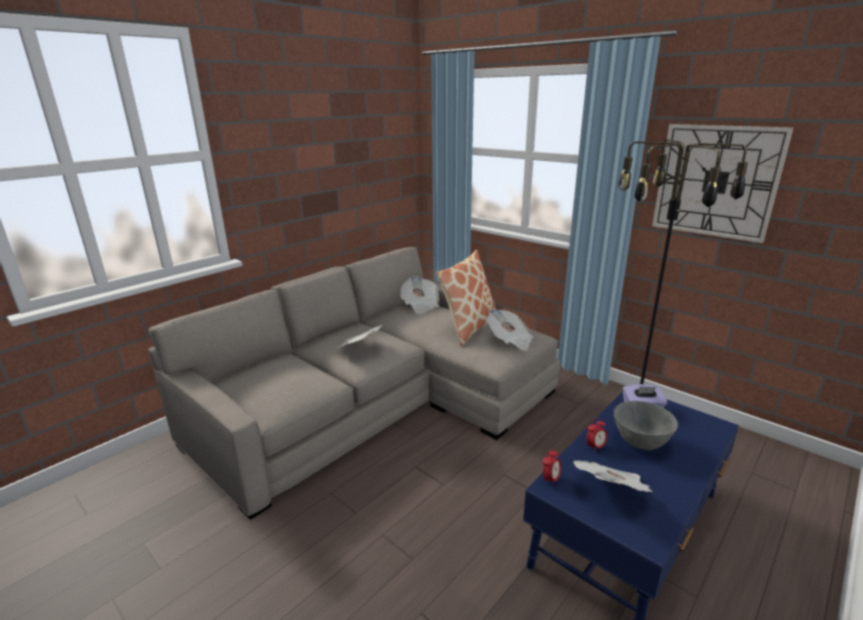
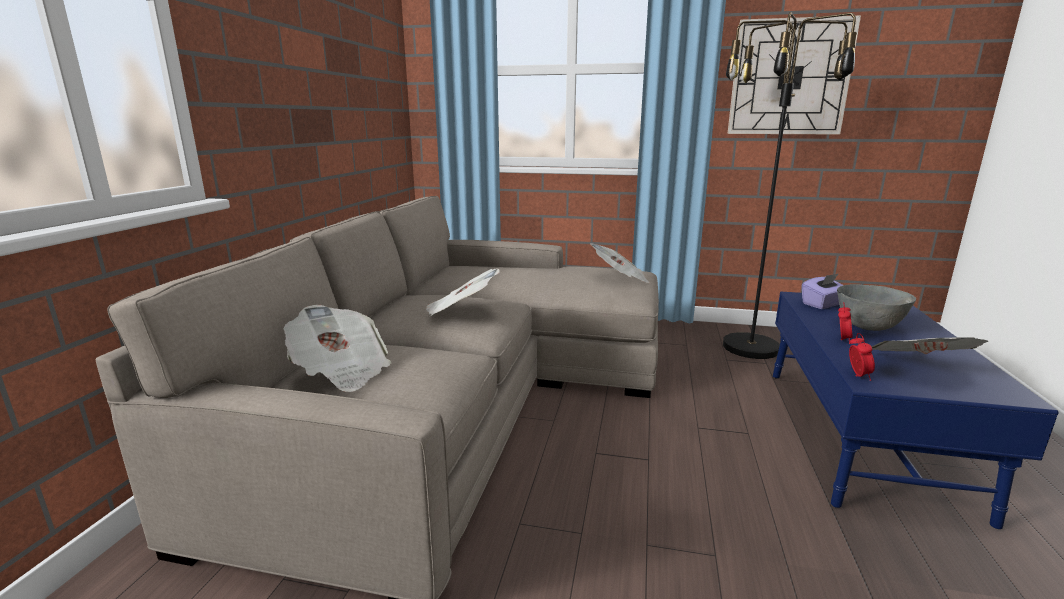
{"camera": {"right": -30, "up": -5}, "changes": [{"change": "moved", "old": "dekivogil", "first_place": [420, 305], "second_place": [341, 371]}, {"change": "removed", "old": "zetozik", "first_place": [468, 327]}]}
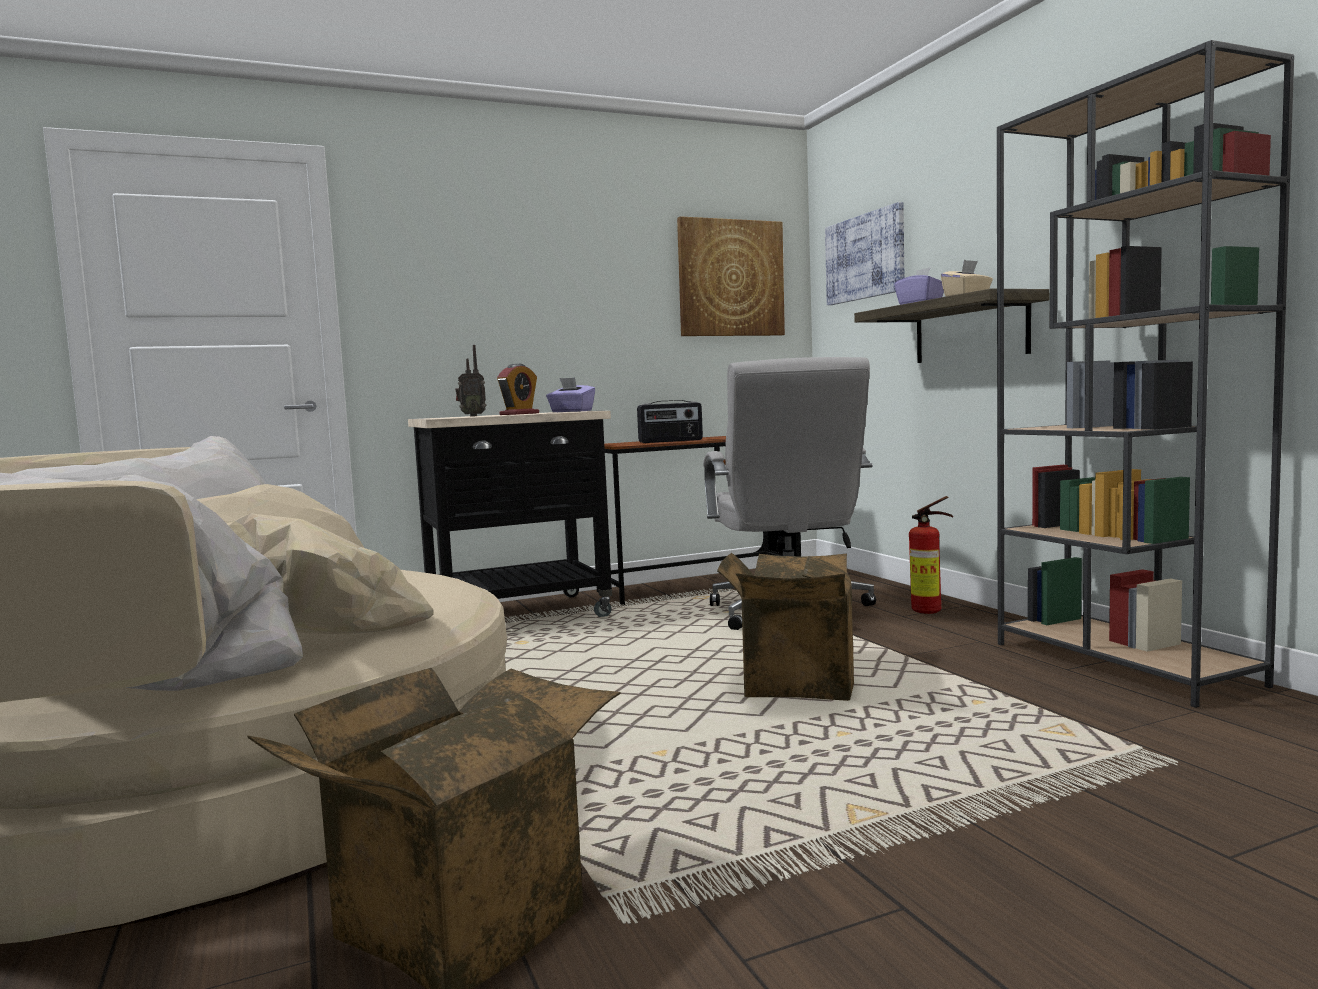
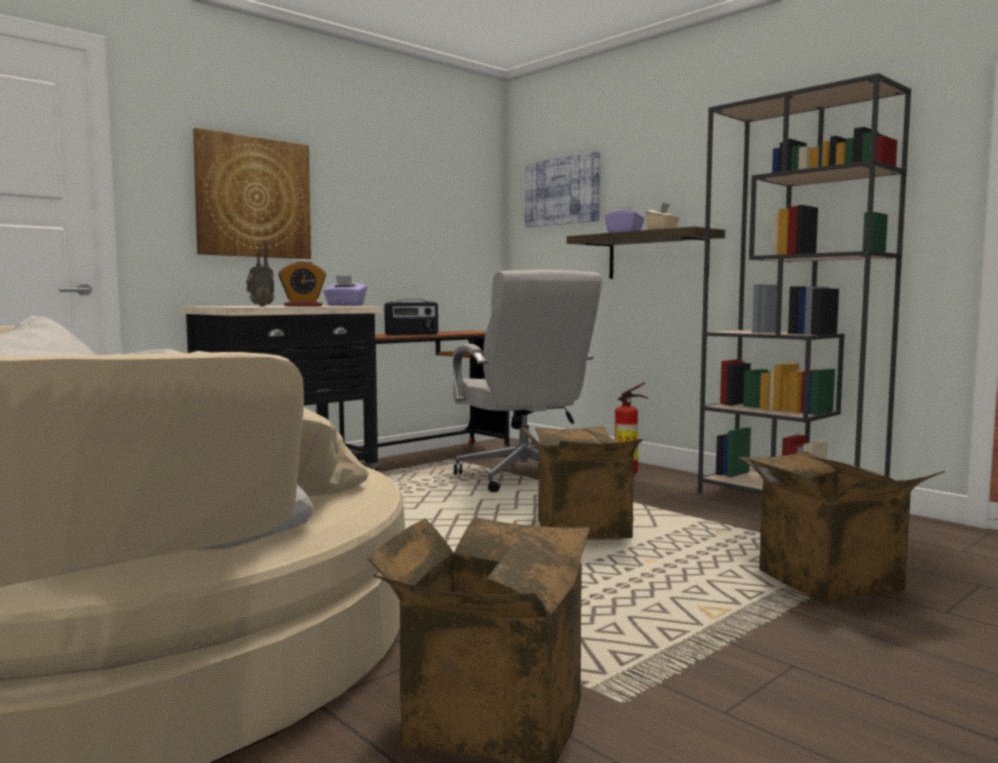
{"camera": {"right": -20, "up": 0}, "changes": [{"change": "turned", "old": "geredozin", "first_place": [519, 414], "second_place": [303, 306], "degrees": 60}, {"change": "moved", "old": "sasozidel", "first_place": [730, 278], "second_place": [253, 197]}, {"change": "added", "new": "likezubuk", "second_place": [822, 580]}]}
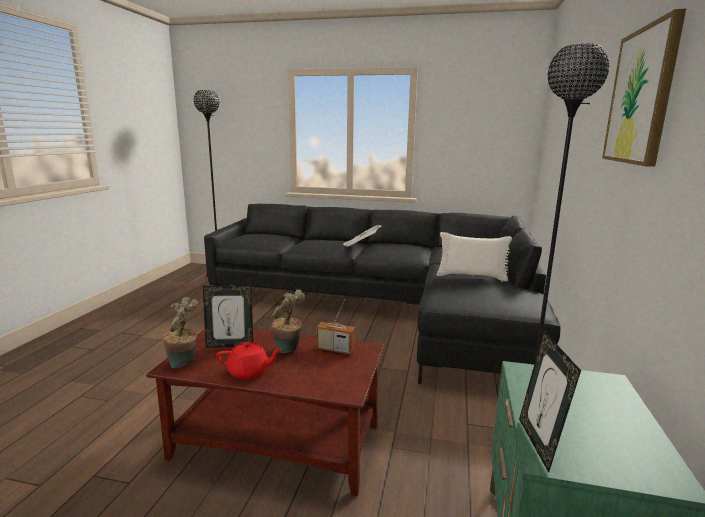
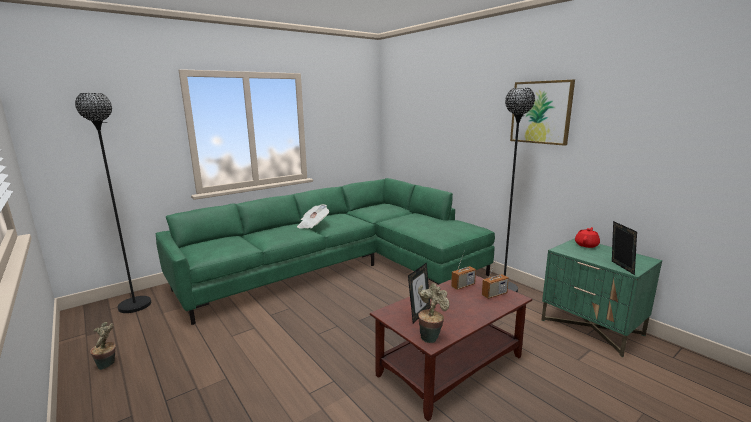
{"camera": {"right": -50, "up": 0}, "changes": [{"change": "recoloured", "old": "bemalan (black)", "new": "bemalan (green)", "first_place": [386, 309], "second_place": [340, 269]}, {"change": "moved", "old": "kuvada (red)", "first_place": [249, 371], "second_place": [586, 245]}, {"change": "moved", "old": "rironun", "first_place": [288, 350], "second_place": [108, 365]}, {"change": "removed", "old": "zetozik (white)", "first_place": [471, 277]}, {"change": "turned", "old": "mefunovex", "first_place": [539, 444], "second_place": [620, 268], "degrees": -135}, {"change": "added", "new": "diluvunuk", "second_place": [494, 294]}]}
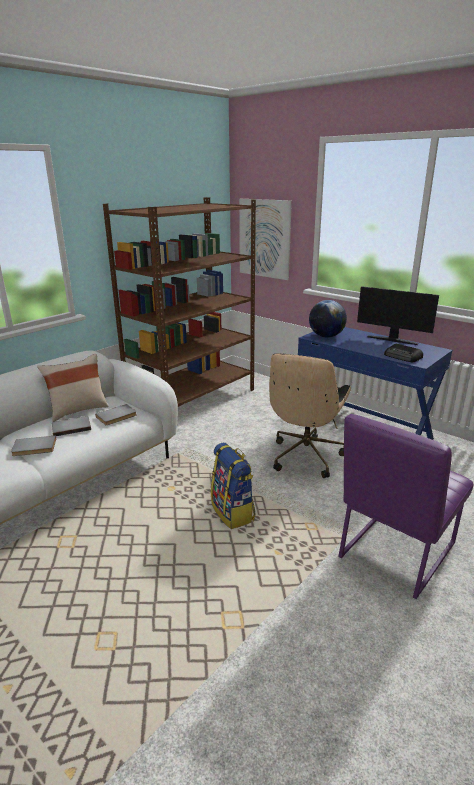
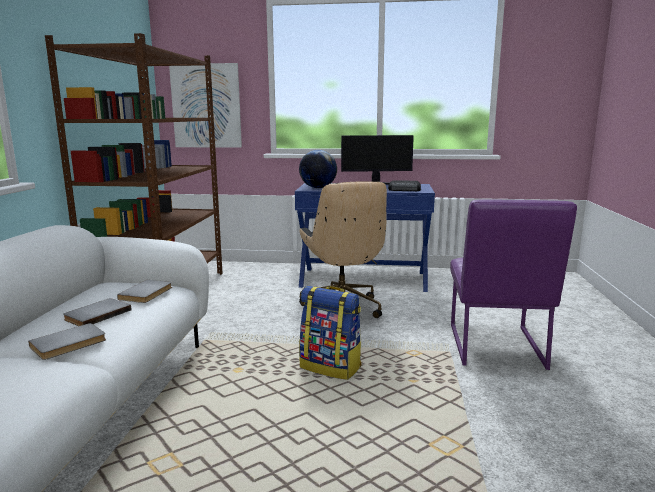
{"camera": {"right": -35, "up": -10}, "changes": [{"change": "removed", "old": "zetozik (beige)", "first_place": [78, 410]}]}
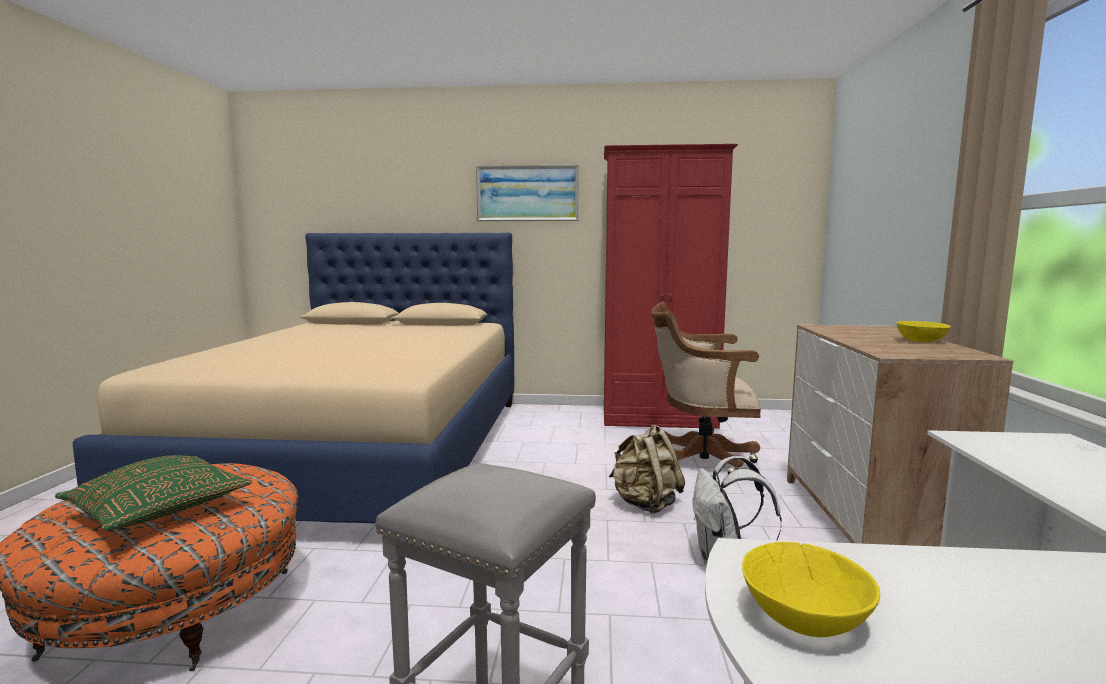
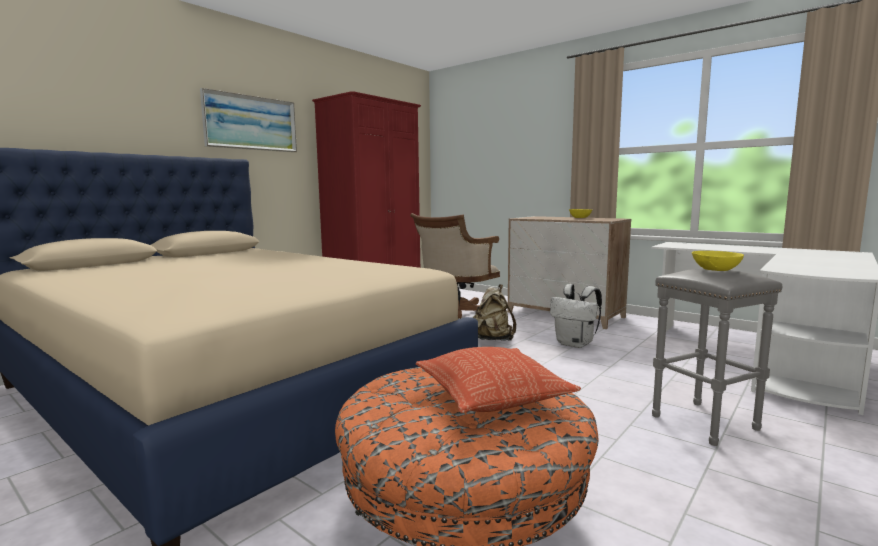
{"camera": {"right": -55, "up": 0}, "changes": [{"change": "recoloured", "old": "zetozik (green)", "new": "zetozik (orange)", "first_place": [158, 511], "second_place": [492, 397]}, {"change": "moved", "old": "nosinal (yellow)", "first_place": [805, 617], "second_place": [715, 269]}]}
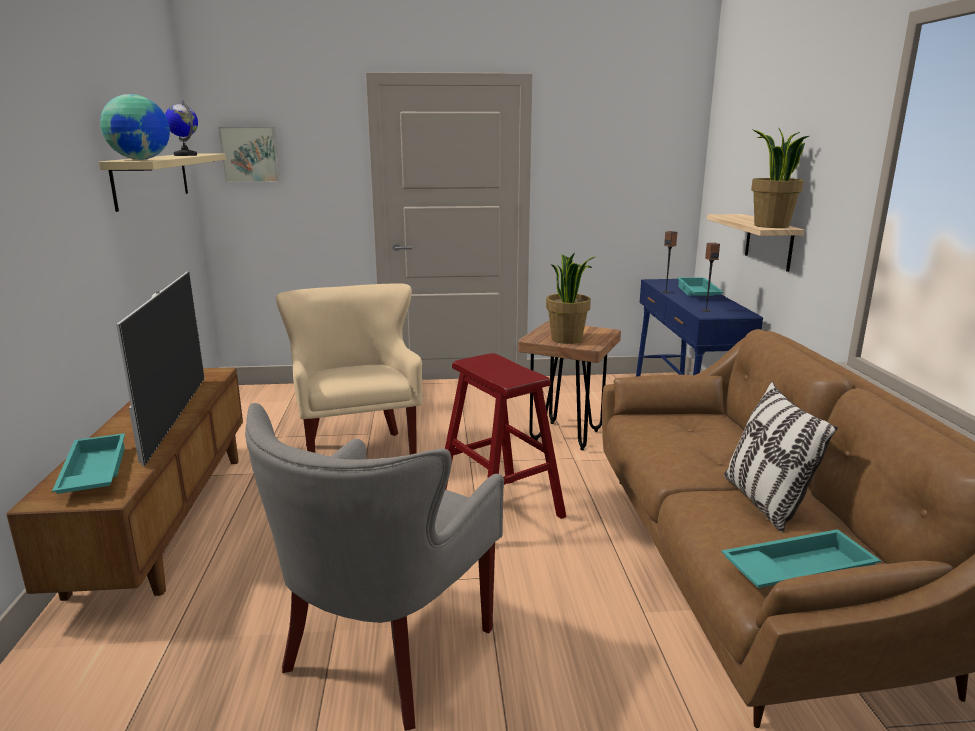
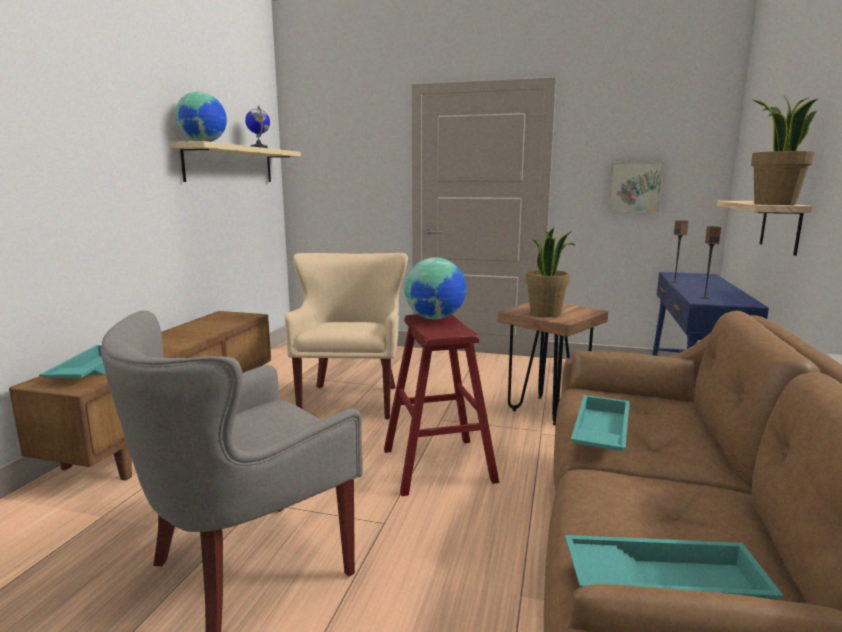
{"camera": {"right": 20, "up": -5}, "changes": [{"change": "removed", "old": "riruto", "first_place": [176, 417]}, {"change": "moved", "old": "sasozidel", "first_place": [250, 154], "second_place": [634, 187]}, {"change": "moved", "old": "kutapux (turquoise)", "first_place": [697, 293], "second_place": [599, 432]}, {"change": "removed", "old": "zetozik", "first_place": [764, 502]}, {"change": "added", "new": "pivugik", "second_place": [435, 318]}]}
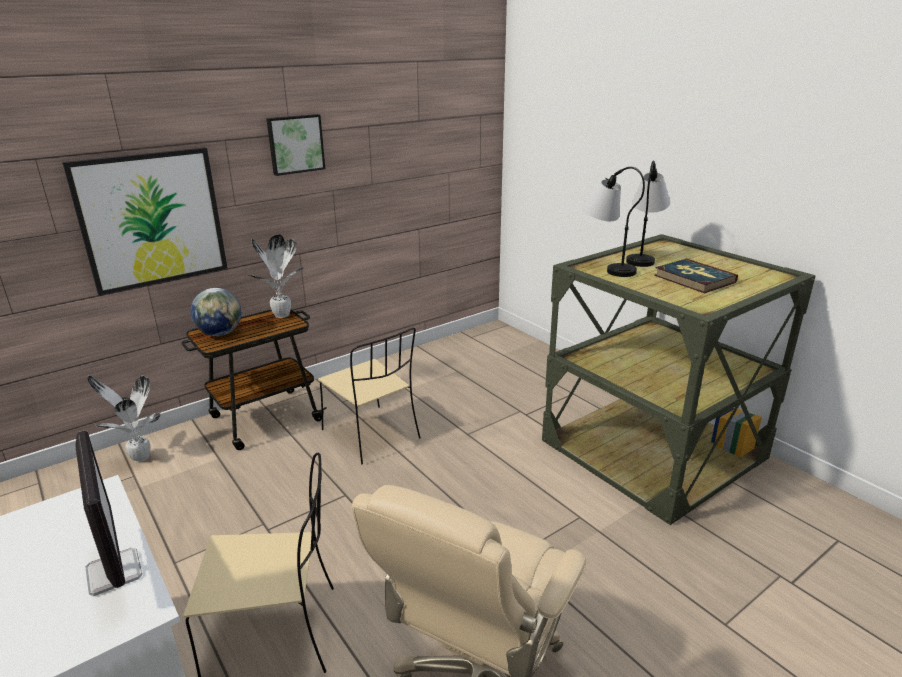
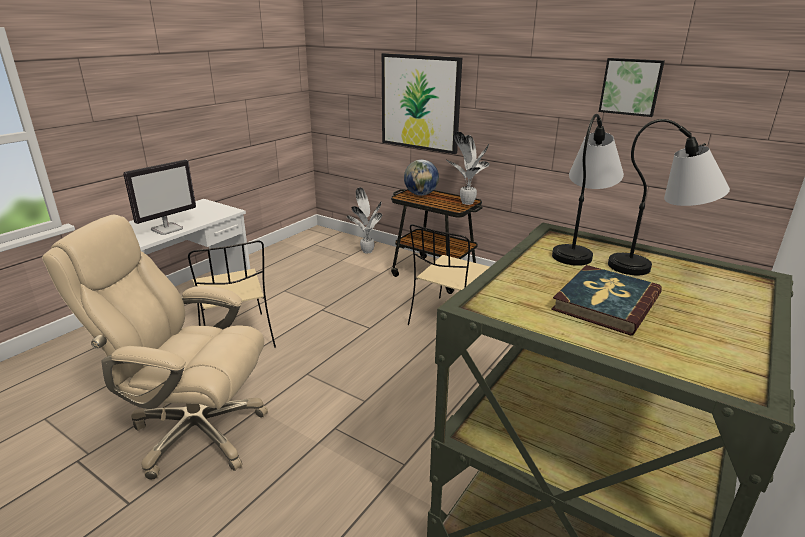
{"camera": {"right": 70, "up": 0}, "changes": [{"change": "moved", "old": "sasozidel", "first_place": [295, 144], "second_place": [631, 86]}]}
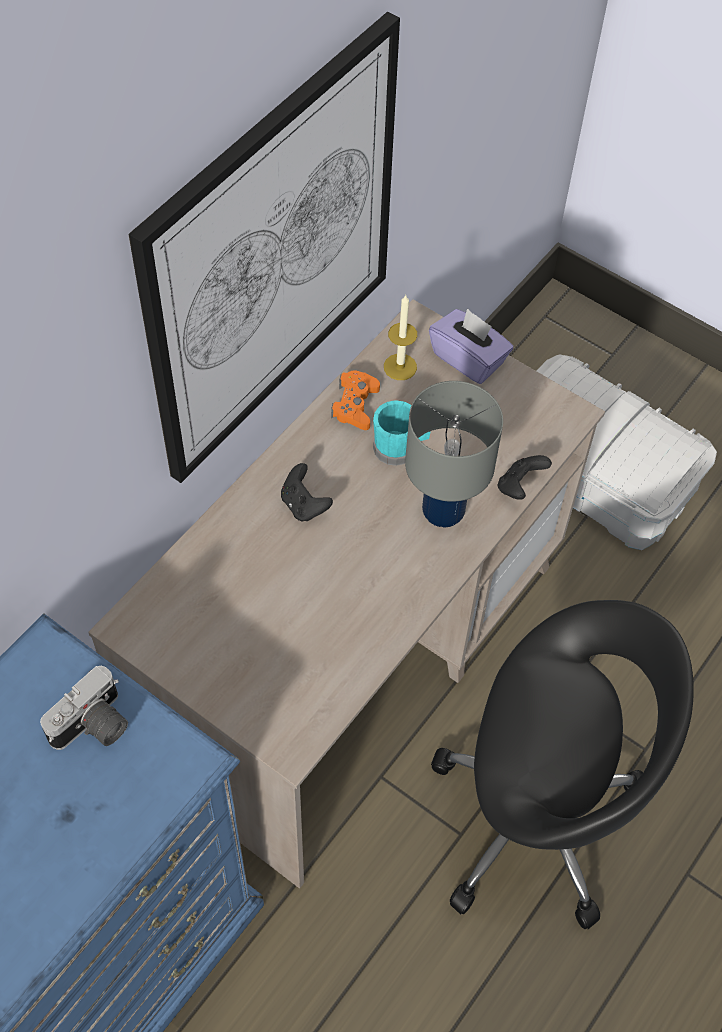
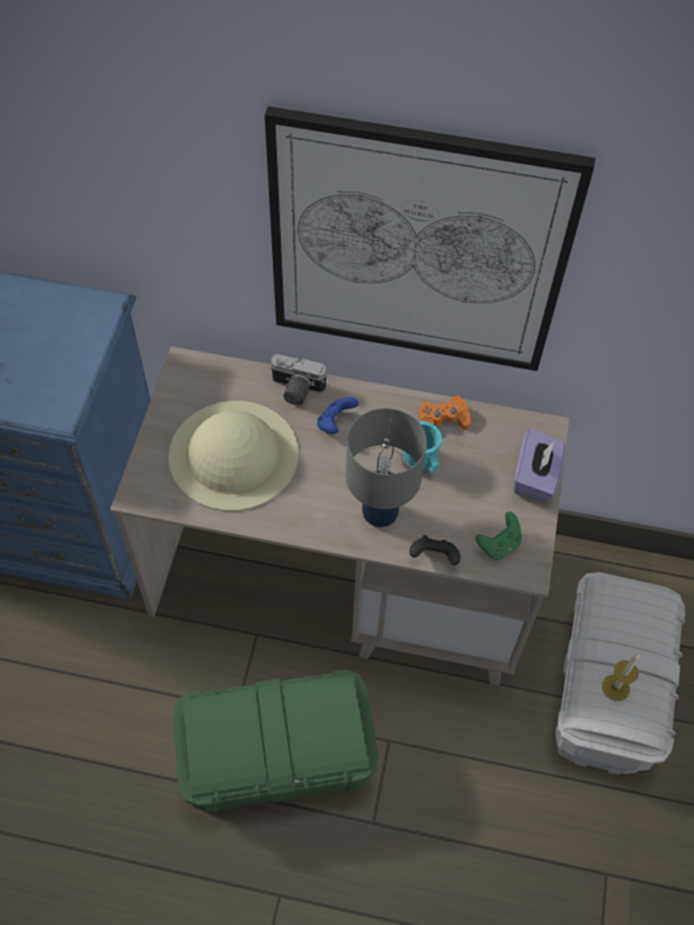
{"camera": {"right": 65, "up": 0}, "changes": [{"change": "moved", "old": "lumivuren", "first_place": [93, 727], "second_place": [295, 390]}, {"change": "recoloured", "old": "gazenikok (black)", "new": "gazenikok (blue)", "first_place": [304, 505], "second_place": [335, 423]}, {"change": "moved", "old": "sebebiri", "first_place": [400, 367], "second_place": [615, 687]}, {"change": "replaced", "old": "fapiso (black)", "new": "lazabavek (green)", "first_place": [539, 815], "second_place": [277, 759]}, {"change": "added", "new": "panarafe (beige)", "second_place": [233, 455]}, {"change": "added", "new": "gazenikok (green)", "second_place": [499, 545]}]}
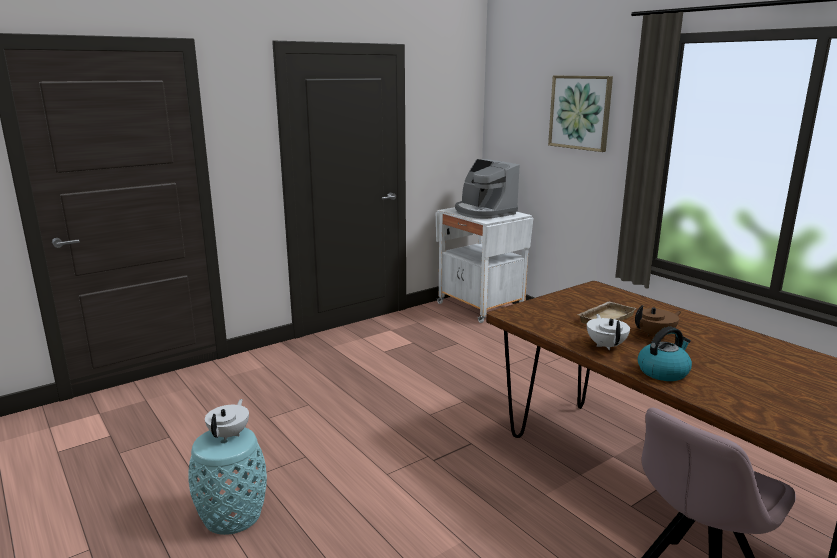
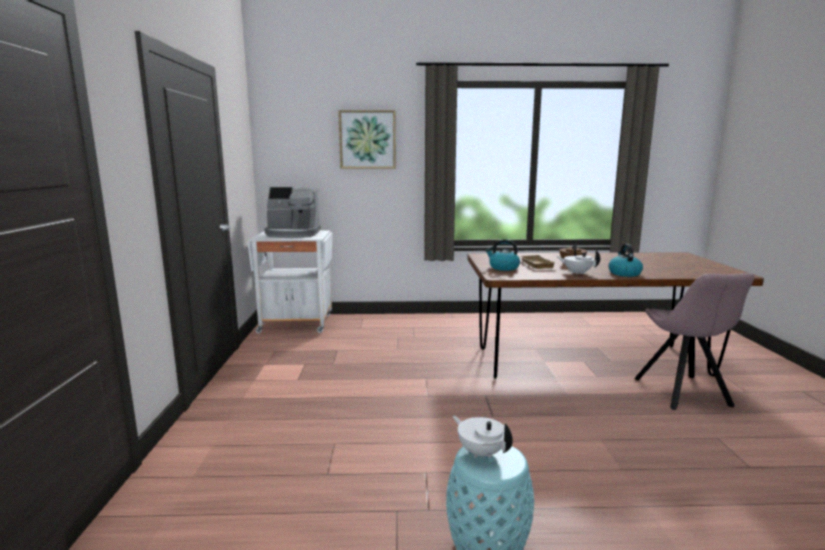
{"camera": {"right": -55, "up": -5}, "changes": [{"change": "added", "new": "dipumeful", "second_place": [503, 268]}]}
